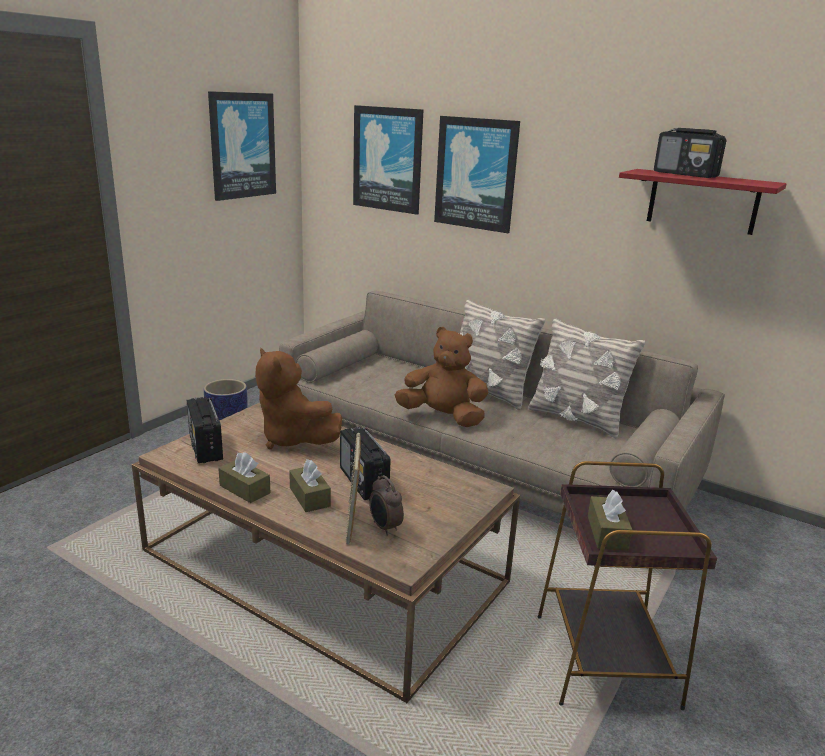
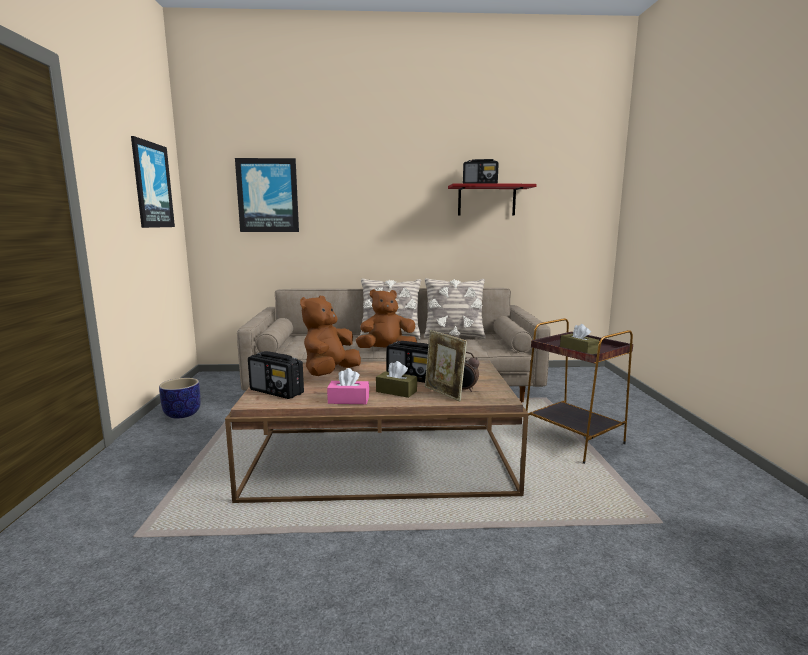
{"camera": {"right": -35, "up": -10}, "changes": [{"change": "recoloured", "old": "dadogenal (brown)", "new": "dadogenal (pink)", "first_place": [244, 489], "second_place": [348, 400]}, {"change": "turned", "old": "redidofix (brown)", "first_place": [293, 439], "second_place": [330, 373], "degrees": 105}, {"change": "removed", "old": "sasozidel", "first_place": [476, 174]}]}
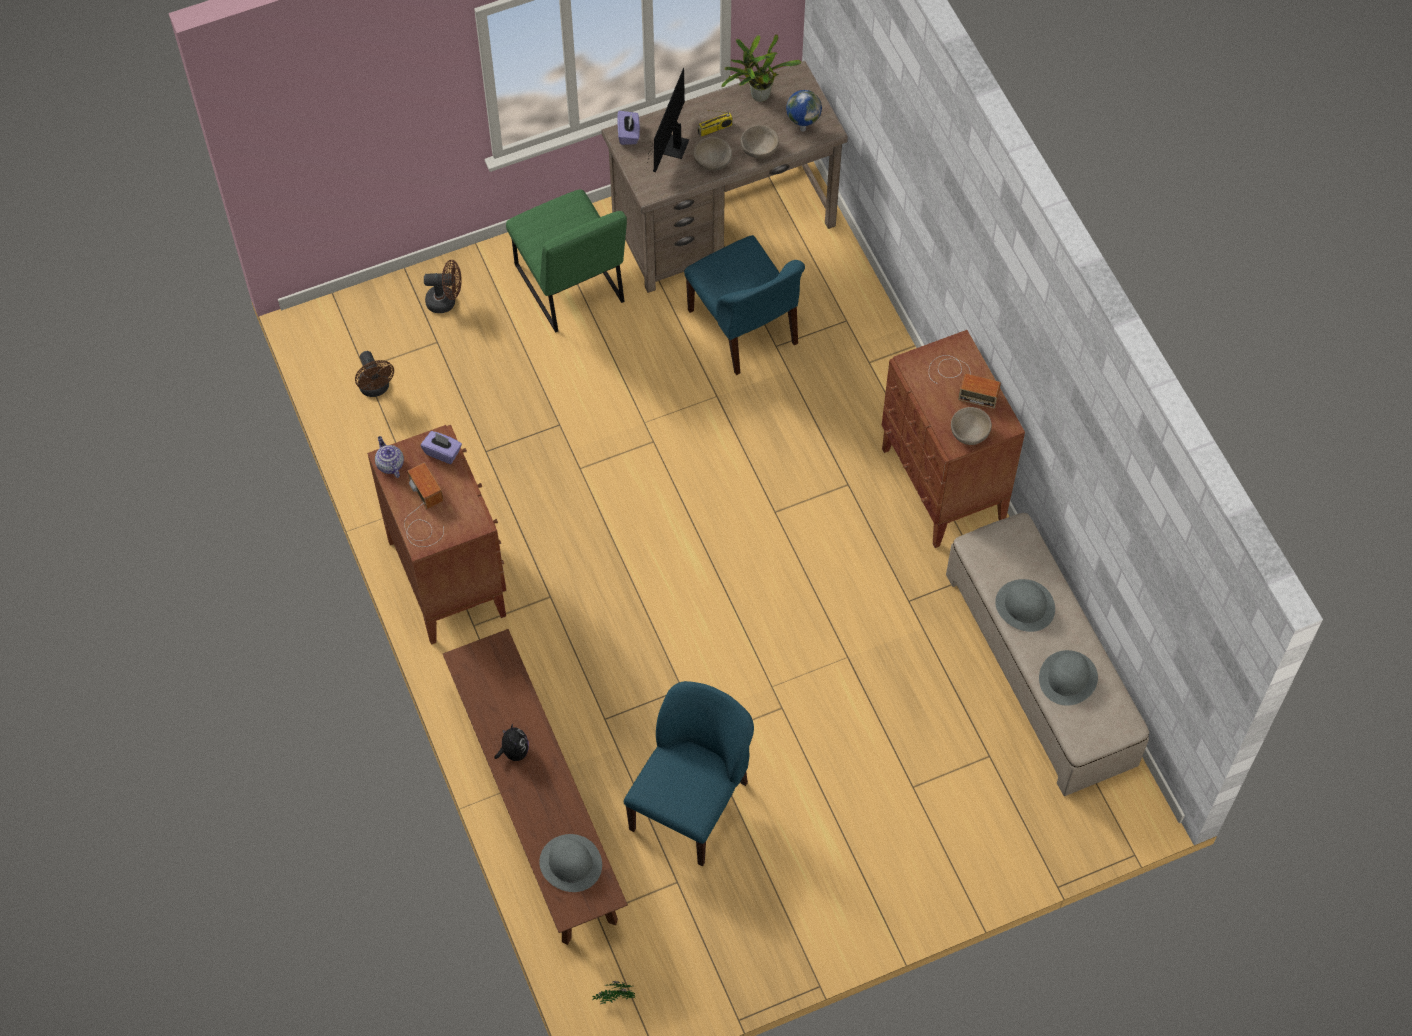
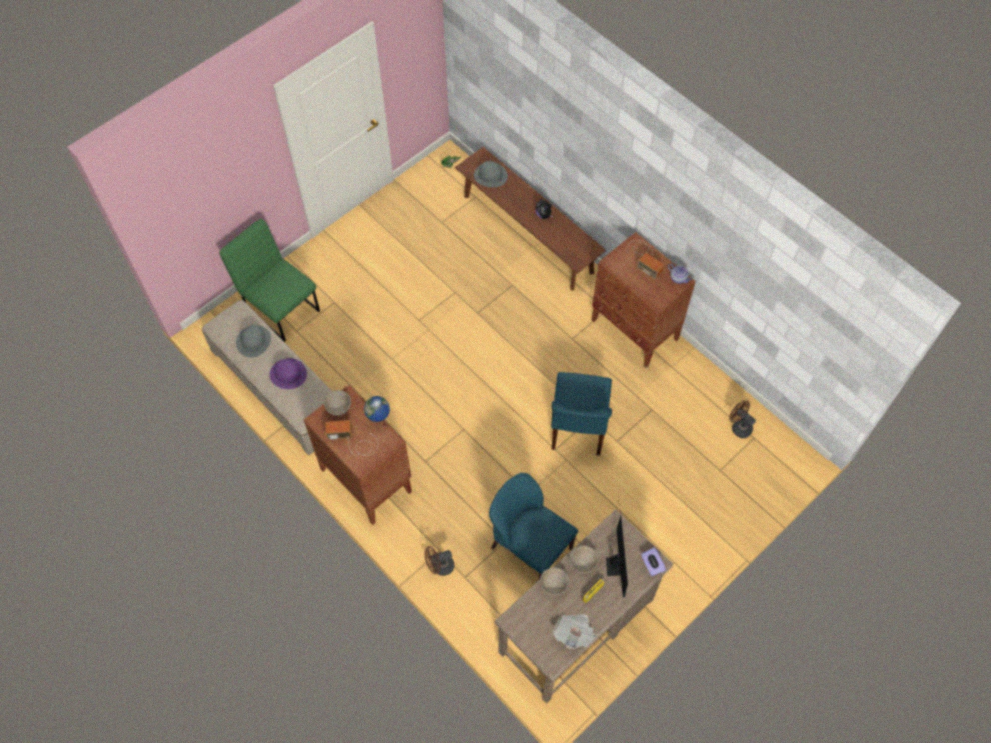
{"camera": {"right": 160, "up": 0}, "changes": [{"change": "removed", "old": "dadogenal (purple)", "first_place": [442, 452]}, {"change": "moved", "old": "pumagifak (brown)", "first_place": [446, 301], "second_place": [440, 567]}, {"change": "moved", "old": "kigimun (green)", "first_place": [570, 286], "second_place": [281, 308]}, {"change": "moved", "old": "kigimun (blue)", "first_place": [690, 804], "second_place": [578, 427]}, {"change": "replaced", "old": "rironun", "new": "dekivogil", "first_place": [757, 96], "second_place": [574, 633]}, {"change": "moved", "old": "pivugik", "first_place": [802, 128], "second_place": [379, 420]}, {"change": "recoloured", "old": "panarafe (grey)", "new": "panarafe (purple)", "first_place": [1025, 606], "second_place": [288, 374]}]}
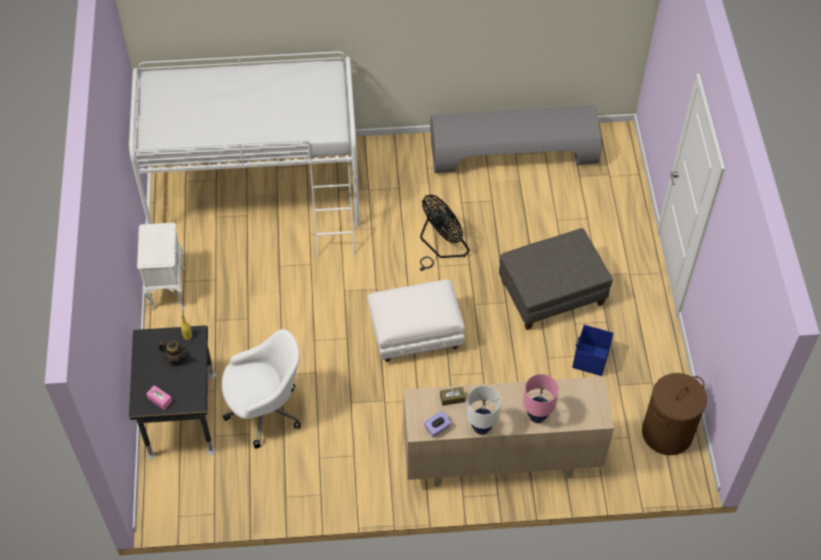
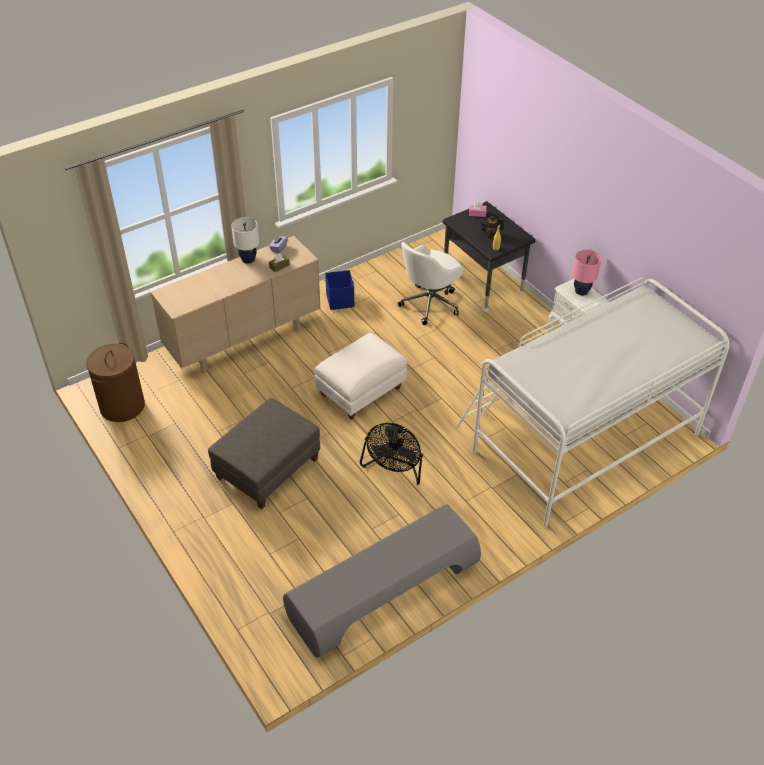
{"camera": {"right": 150, "up": -10}, "changes": [{"change": "moved", "old": "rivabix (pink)", "first_place": [537, 415], "second_place": [581, 291]}, {"change": "moved", "old": "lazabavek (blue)", "first_place": [590, 359], "second_place": [340, 300]}]}
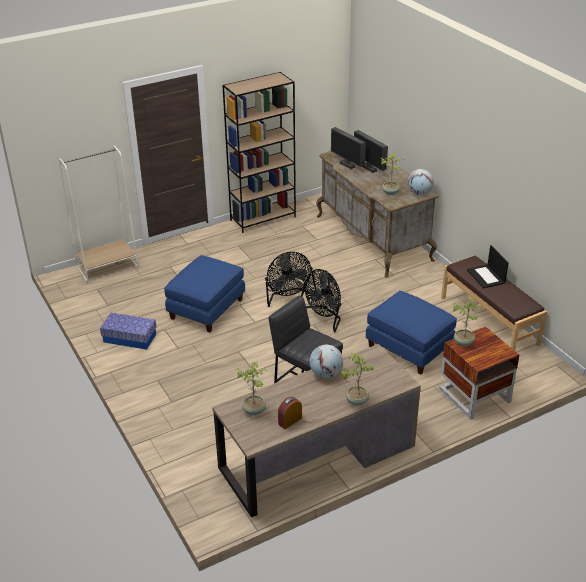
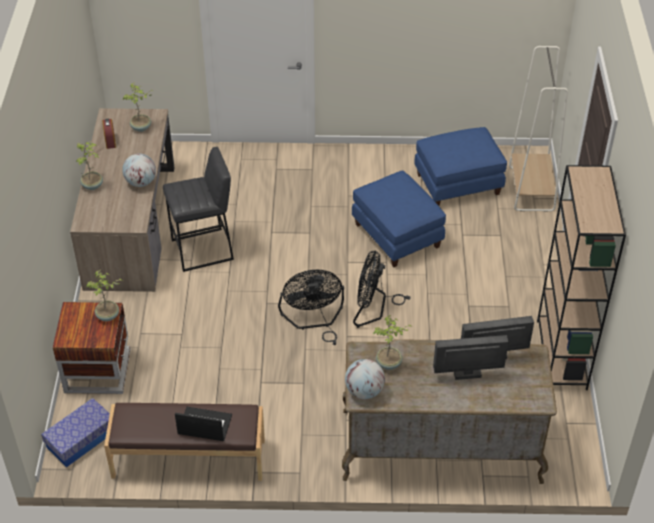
{"camera": {"right": 120, "up": 10}, "changes": [{"change": "moved", "old": "lazabavek", "first_place": [130, 338], "second_place": [81, 440]}, {"change": "moved", "old": "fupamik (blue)", "first_place": [408, 348], "second_place": [458, 184]}]}
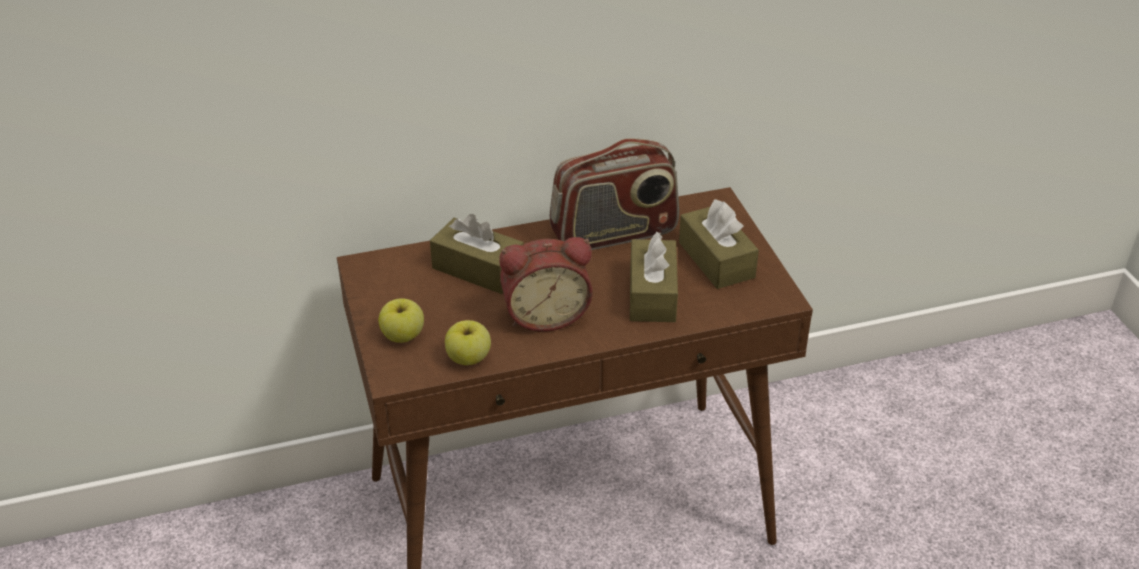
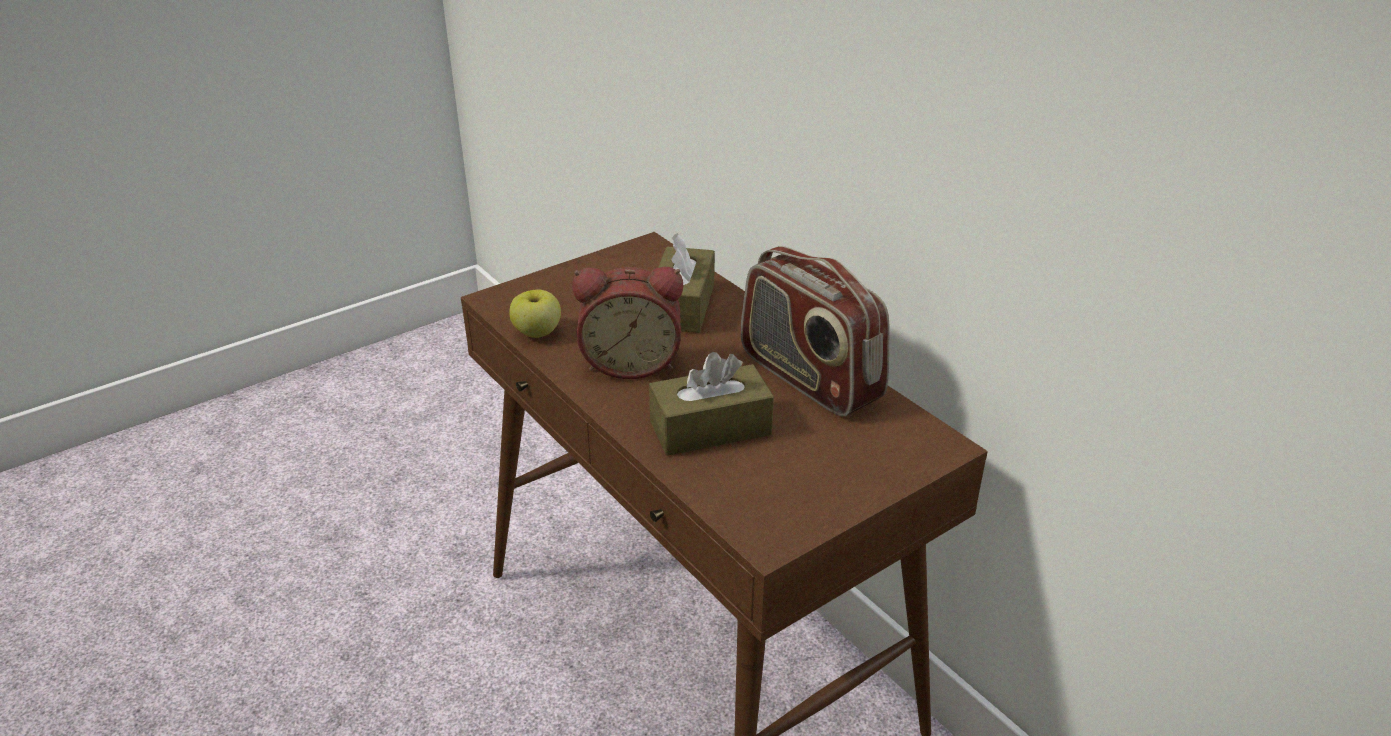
{"camera": {"right": 70, "up": -5}, "changes": [{"change": "removed", "old": "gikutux", "first_place": [403, 336]}, {"change": "turned", "old": "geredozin", "first_place": [545, 314], "second_place": [631, 362], "degrees": -60}, {"change": "removed", "old": "dadogenal (brown)", "first_place": [716, 260]}]}
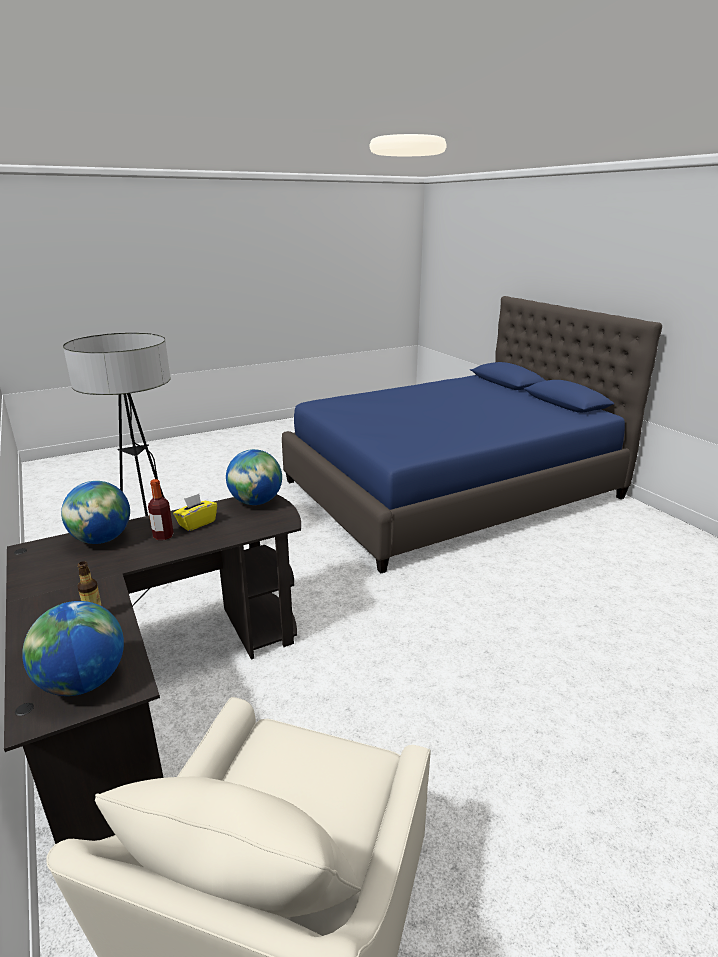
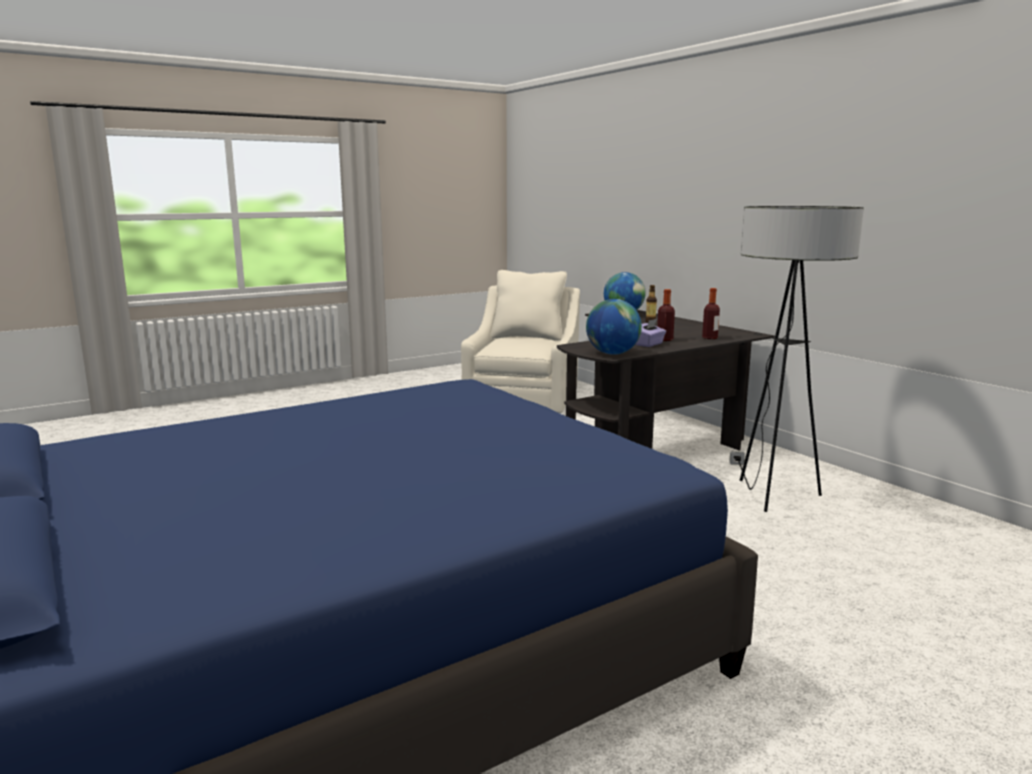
{"camera": {"right": 175, "up": -10}, "changes": [{"change": "replaced", "old": "pivugik", "new": "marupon", "first_place": [102, 539], "second_place": [710, 338]}, {"change": "recoloured", "old": "dadogenal (yellow)", "new": "dadogenal (purple)", "first_place": [197, 523], "second_place": [649, 344]}]}
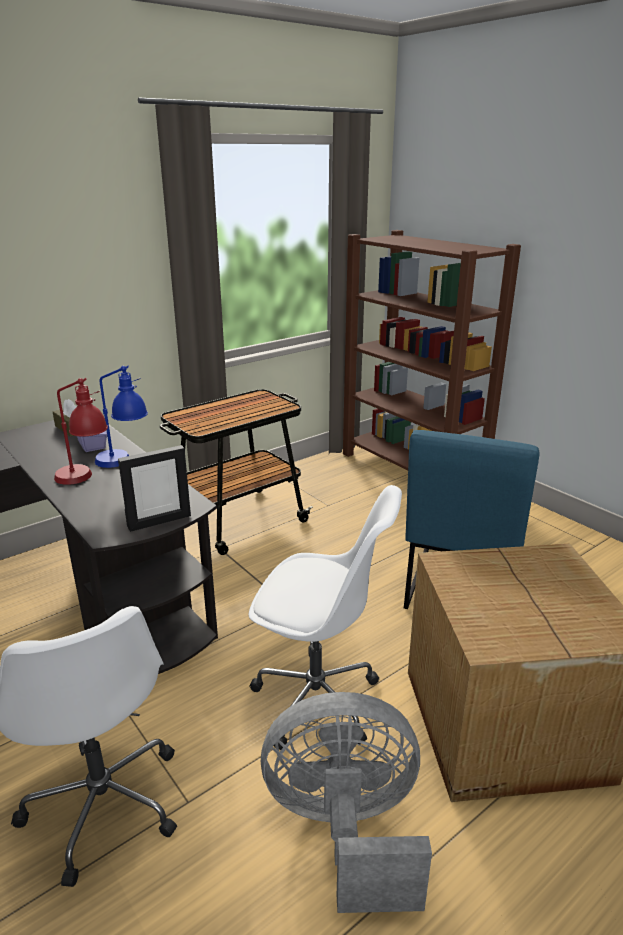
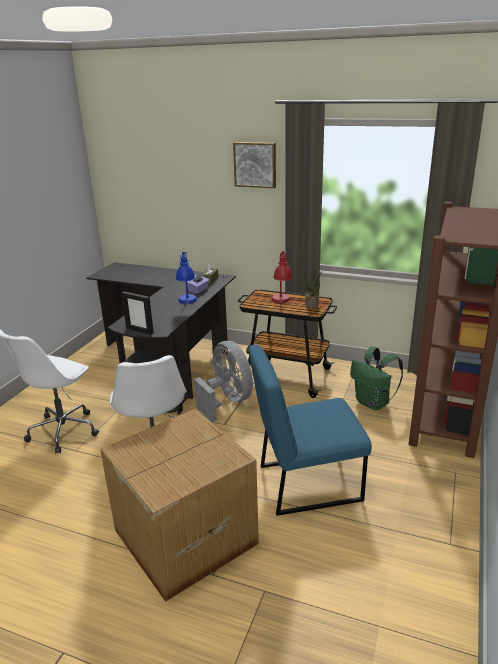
{"camera": {"right": 60, "up": 0}, "changes": [{"change": "moved", "old": "rivabix (red)", "first_place": [86, 479], "second_place": [282, 302]}, {"change": "moved", "old": "pumagifak (grey)", "first_place": [346, 831], "second_place": [227, 401]}, {"change": "added", "new": "sasozidel", "second_place": [255, 164]}, {"change": "added", "new": "rironun", "second_place": [312, 304]}, {"change": "added", "new": "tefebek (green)", "second_place": [373, 403]}]}
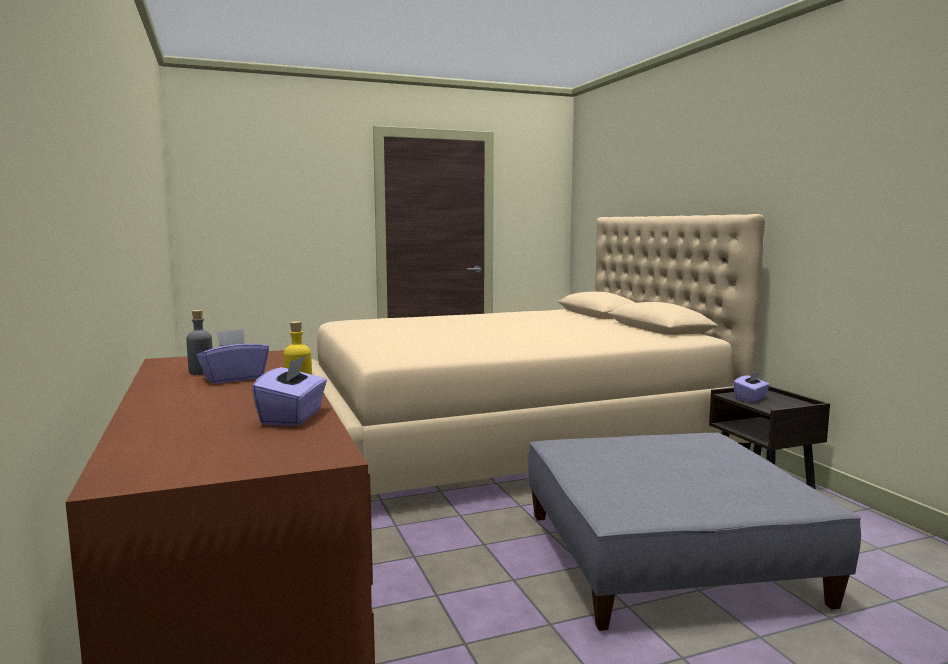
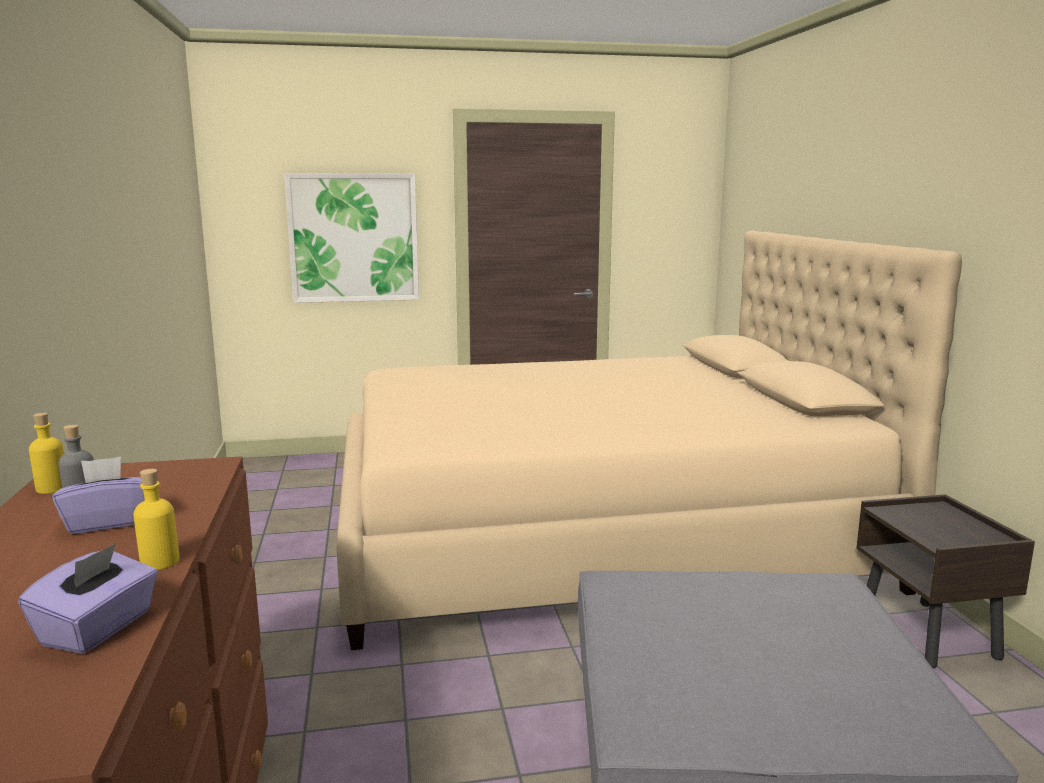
{"camera": {"right": 10, "up": 5}, "changes": [{"change": "removed", "old": "dadogenal (purple)", "first_place": [750, 399]}, {"change": "added", "new": "marupon (yellow)", "second_place": [52, 488]}, {"change": "added", "new": "sasozidel", "second_place": [354, 238]}]}
